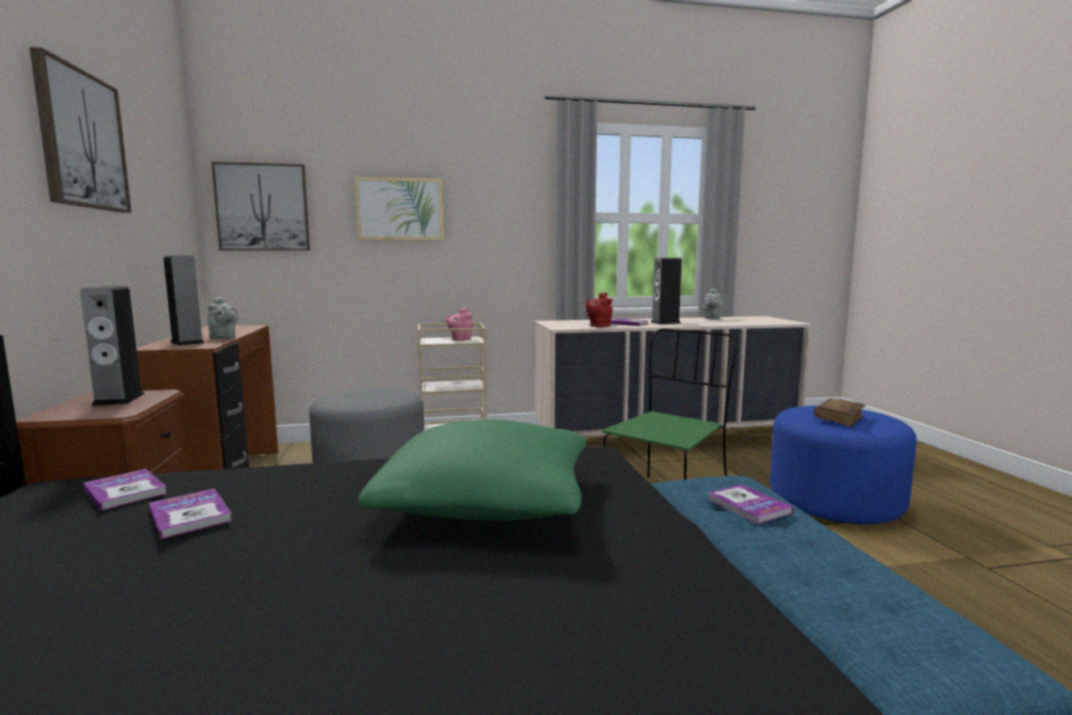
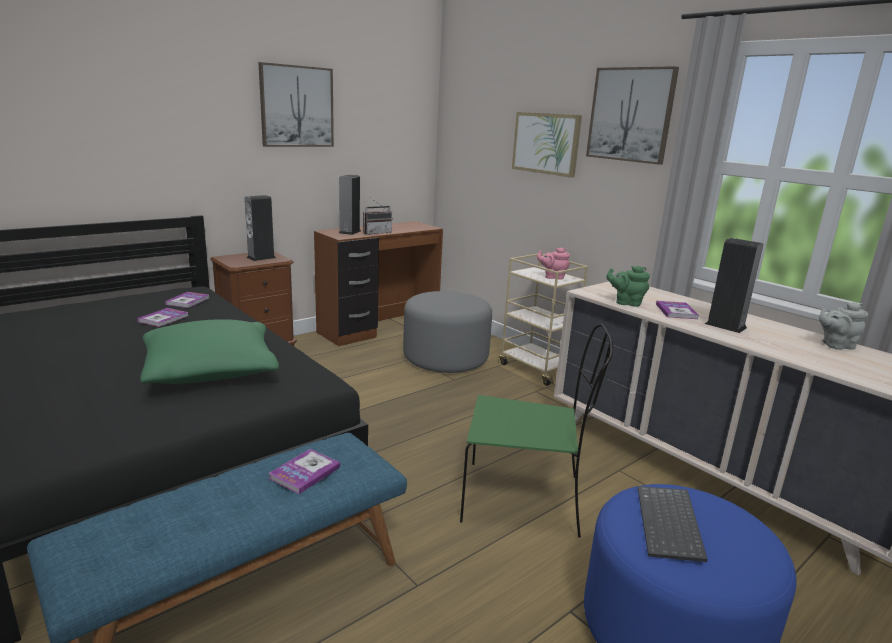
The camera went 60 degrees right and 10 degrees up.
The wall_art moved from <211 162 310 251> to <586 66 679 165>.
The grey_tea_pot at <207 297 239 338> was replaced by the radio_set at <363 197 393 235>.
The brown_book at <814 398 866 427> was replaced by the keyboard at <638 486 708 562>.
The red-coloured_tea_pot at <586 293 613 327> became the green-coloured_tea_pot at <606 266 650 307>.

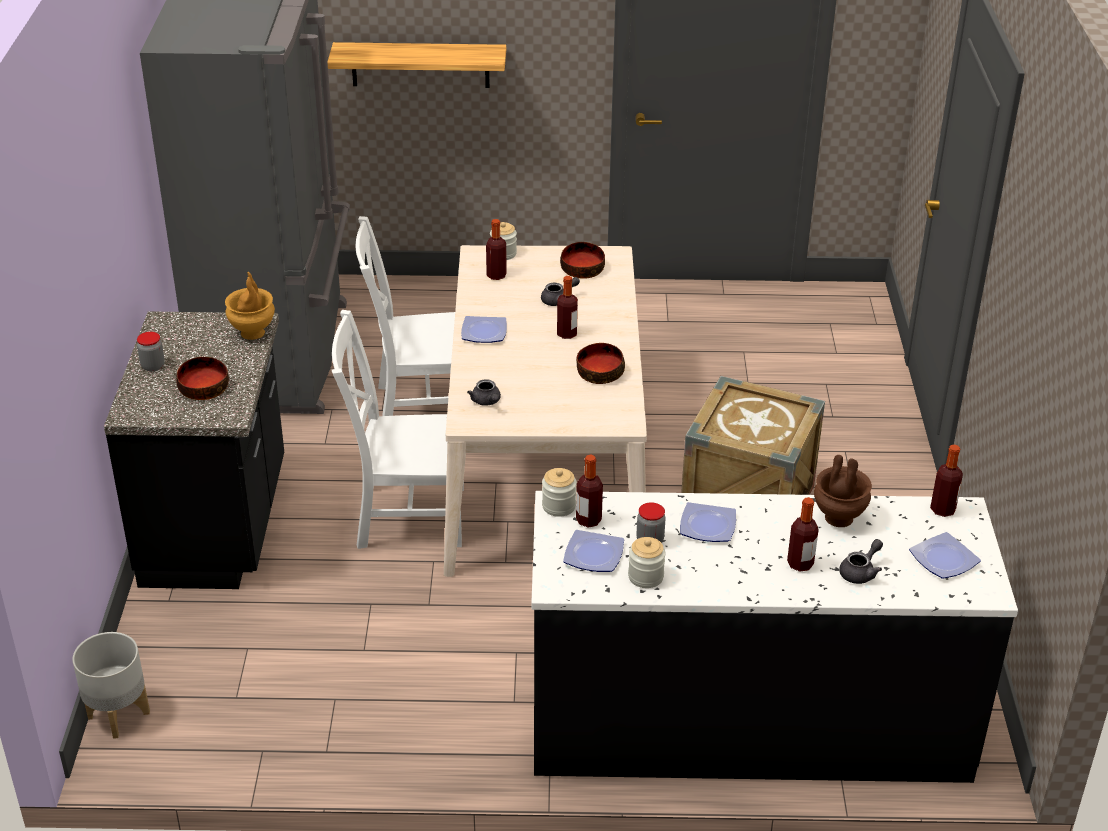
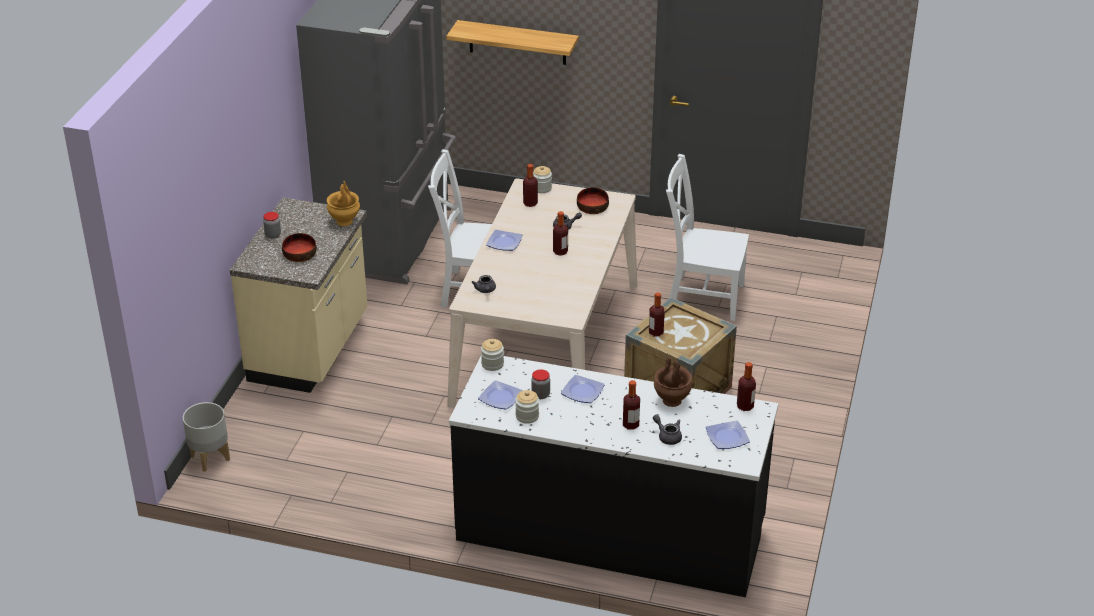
The camera went 15 degrees right and 0 degrees up.
The bowl at <577 343 625 384> disappeared.
The white_upright_chair moved from <332 310 464 549> to <666 154 749 321>.
The drink_bottle moved from <576 455 603 528> to <649 292 665 336>.
The black-coloured_kitchen_base_unit at <104 311 284 589> became the sand-coloured_kitchen_base_unit at <230 198 367 393>.
The grey_tea_pot at <839 539 883 584> turned 105 degrees counterclockwise.

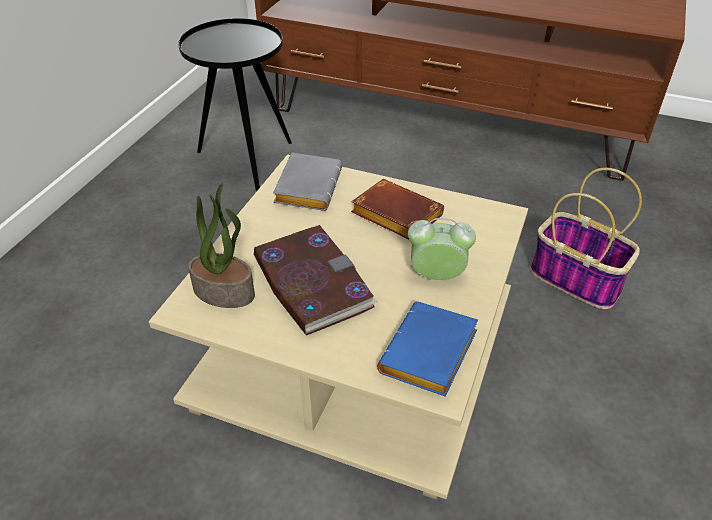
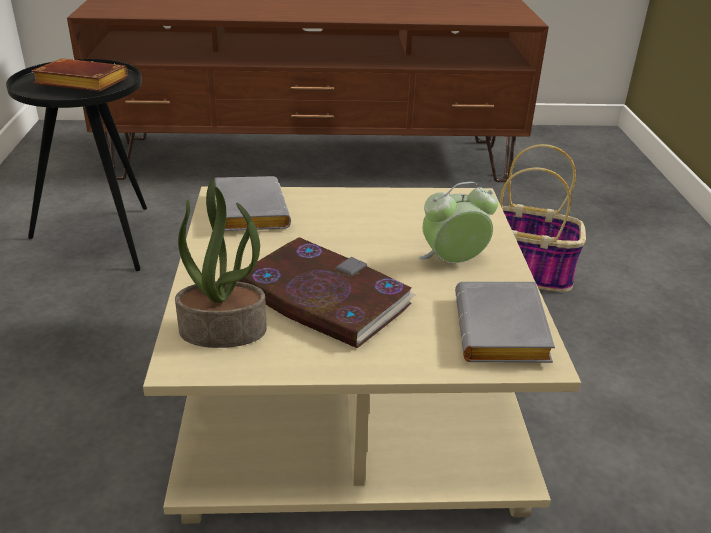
The camera went 25 degrees left and 10 degrees down.
The brown_book moved from <351 179 444 239> to <31 58 128 91>.
The blue_book at <377 301 478 397> became the grey_book at <455 282 555 363>.

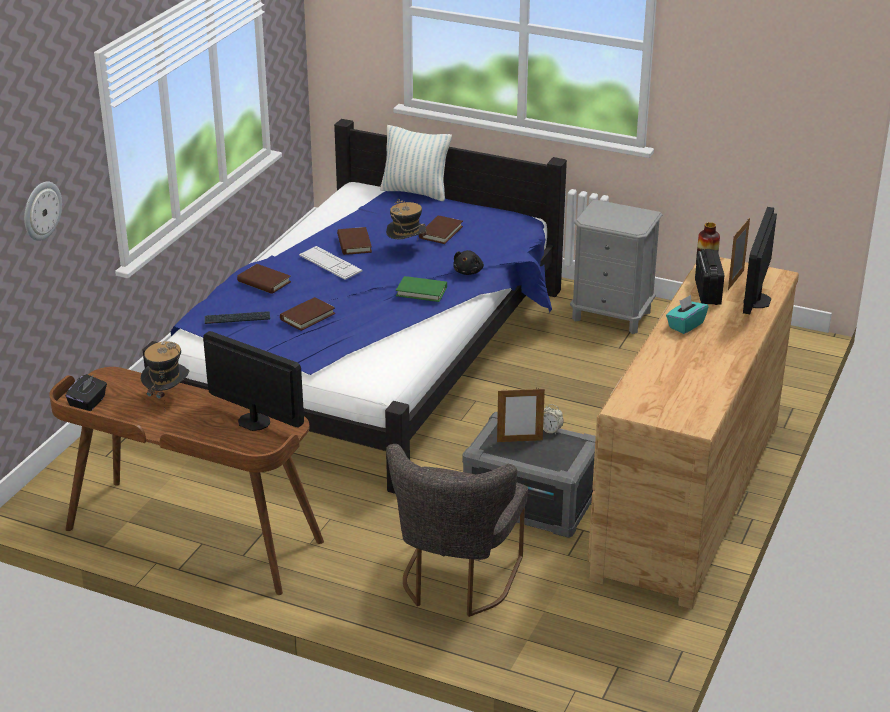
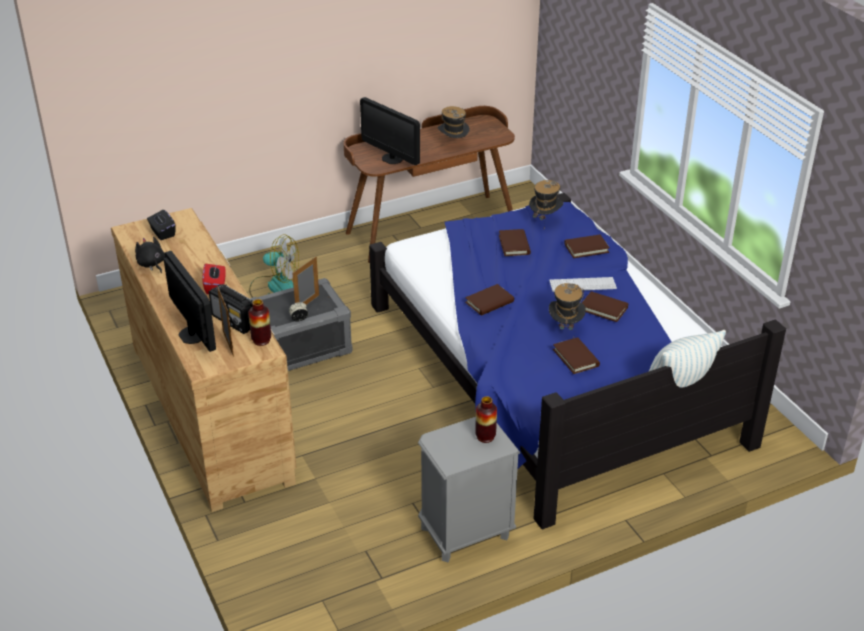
The camera went 130 degrees right and 5 degrees up.
The wall_clock at <24 182 62 241> disappeared.
The flower_vase at <475 396 497 443> appeared.
The black-coloured_box_of_tissues moved from <66 374 107 411> to <147 210 176 240>.
The black-coloured_plush_toy moved from <453 250 484 275> to <135 237 165 273>.
The keyboard at <205 311 270 324> was replaced by the clothing_hat at <529 180 563 220>.
The grey_upright_chair at <386 444 528 617> was replaced by the fan at <249 234 299 298>.
The green-coloured_book at <396 276 447 302> became the brown_book at <465 284 514 316>.
The turquoise_box_of_tissues at <666 295 708 334> became the red-coloured_box_of_tissues at <202 264 226 294>.
The monitor at <203 331 304 431> turned 60 degrees clockwise.

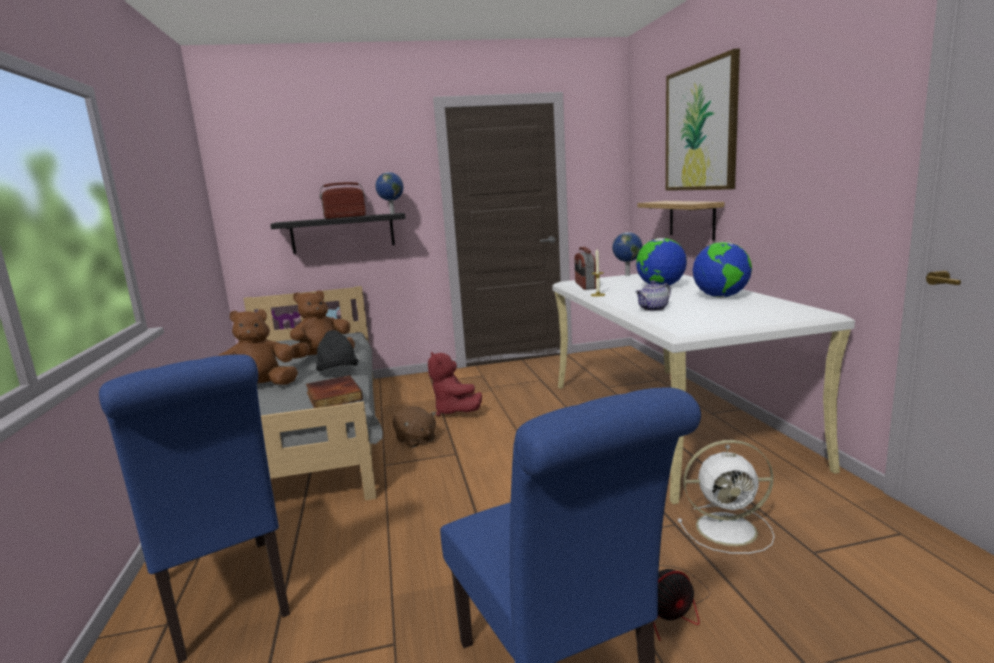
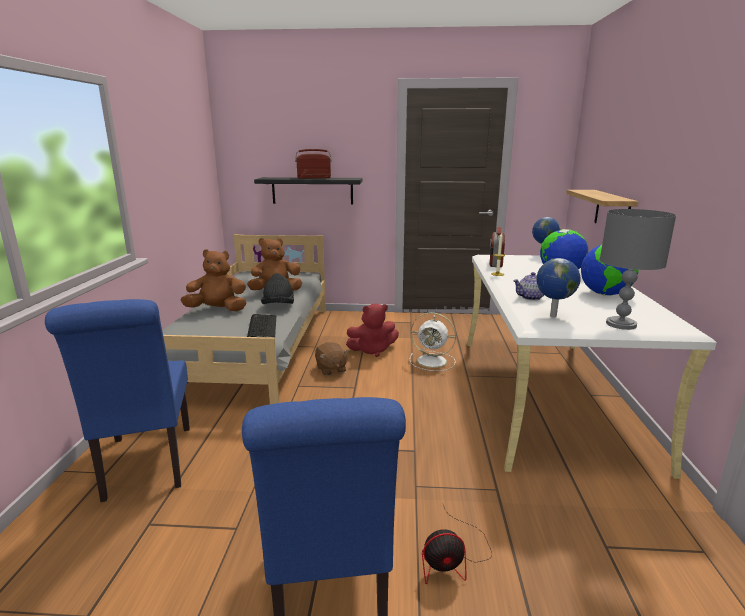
The camera went 15 degrees right and 5 degrees up.
The wall_art at <666 49 740 191> disappeared.
The grey_table_lamp at <600 209 676 330> appeared.
The world_globe moved from <375 172 404 214> to <537 258 581 318>.
The white_fan moved from <678 440 774 554> to <409 312 456 371>.
The book at <306 376 363 408> was replaced by the keyboard at <247 314 276 337>.
The red-coloured_plush_toy at <428 351 482 416> turned 90 degrees counterclockwise.

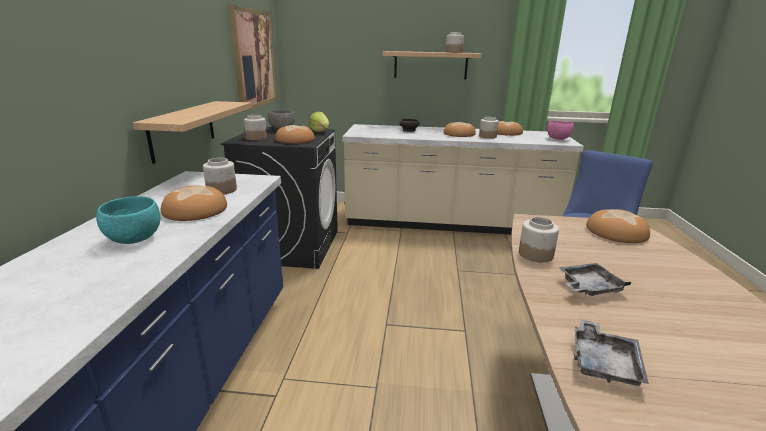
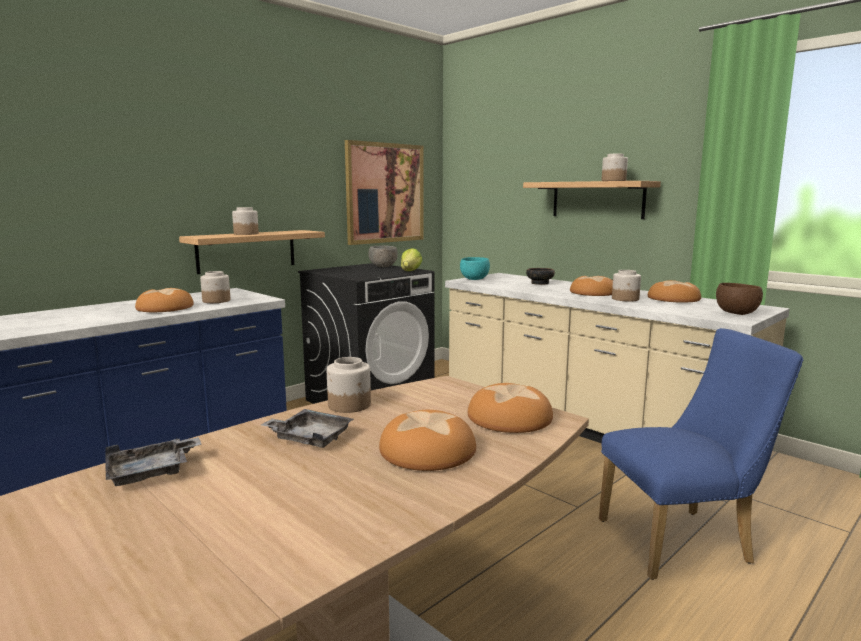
The camera went 40 degrees right and 10 degrees down.
The turquoise_bowl moved from <96 196 160 244> to <460 257 490 280>.
The jar moved from <244 115 267 140> to <232 207 259 235>.
The bakery_bread moved from <275 125 315 144> to <379 410 476 471>.
The pink_bowl at <547 121 574 140> became the brown_bowl at <716 283 763 315>.

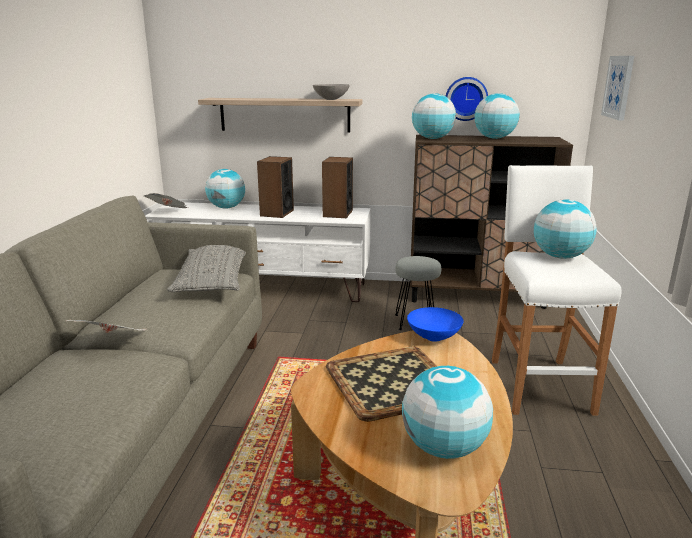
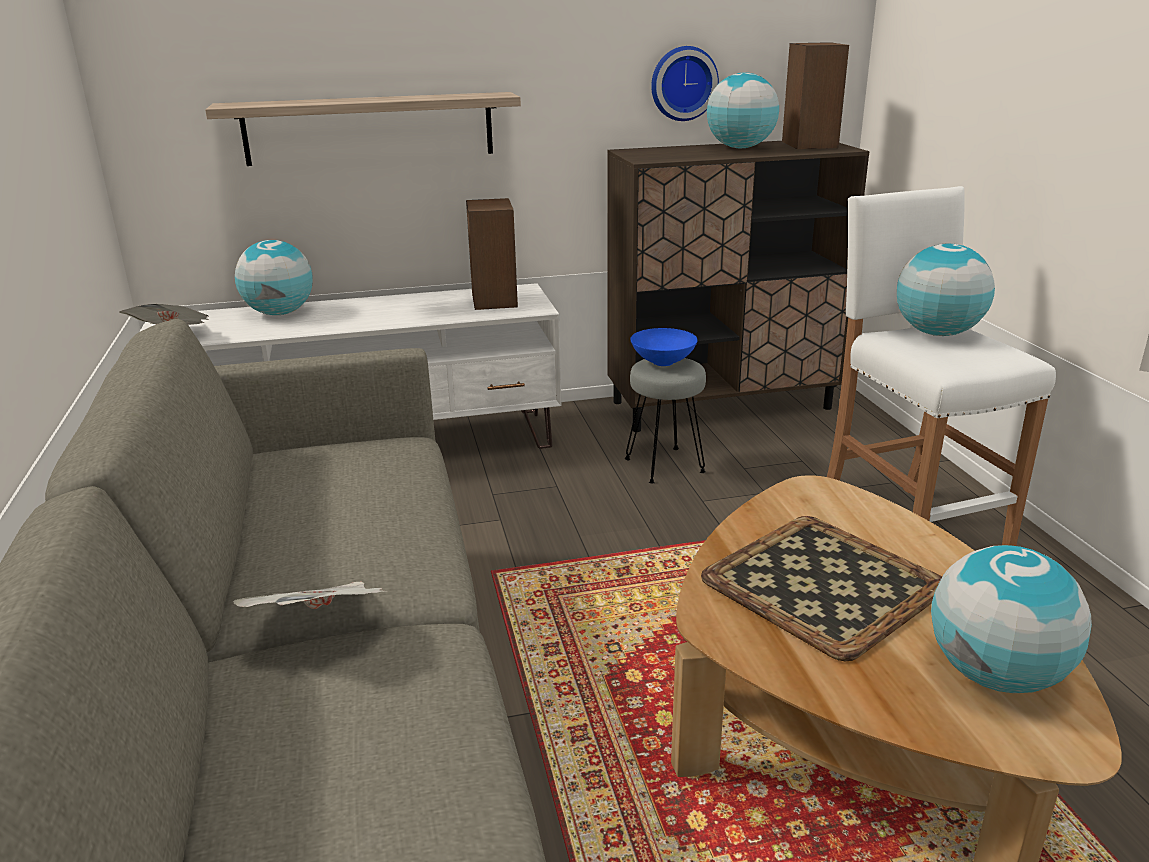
The camera went 20 degrees left and 5 degrees up.
The grey_cushion at <167 245 246 292> disappeared.
The grey_bowl at <313 84 350 100> disappeared.
The world_globe at <412 93 456 139> disappeared.
The wall_art at <601 56 634 120> disappeared.
The speaker moved from <257 156 294 218> to <782 42 849 149>.
The blue_bowl moved from <407 307 464 342> to <630 328 698 366>.

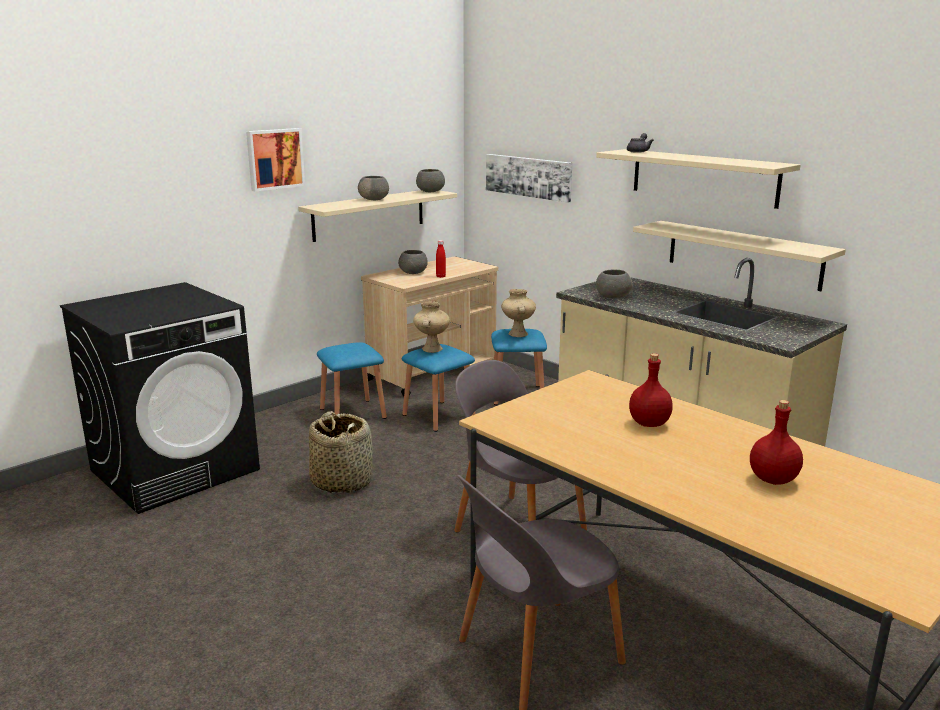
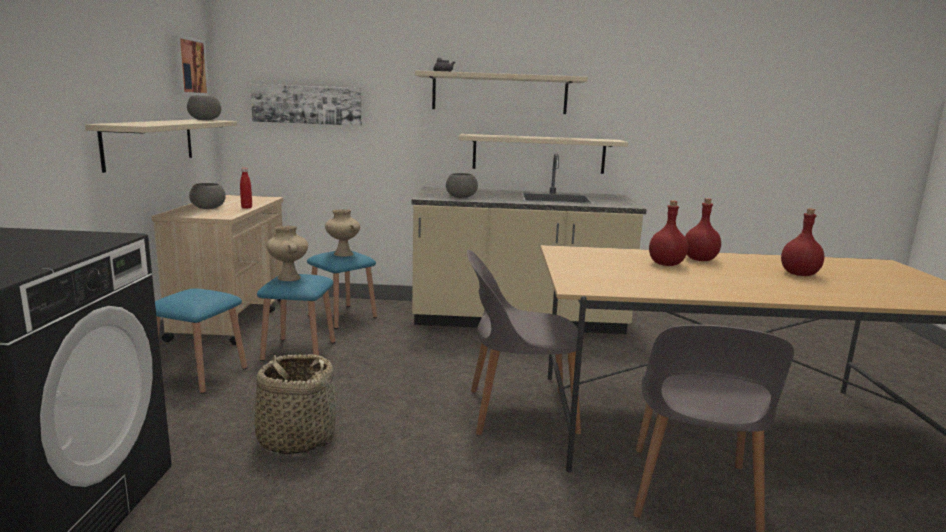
The camera went 45 degrees left and 5 degrees down.
The grey_bowl at <358 176 389 200> disappeared.
The red-coloured_drink_bottle at <685 198 721 261> appeared.
The wall_art moved from <246 128 305 192> to <172 35 209 96>.

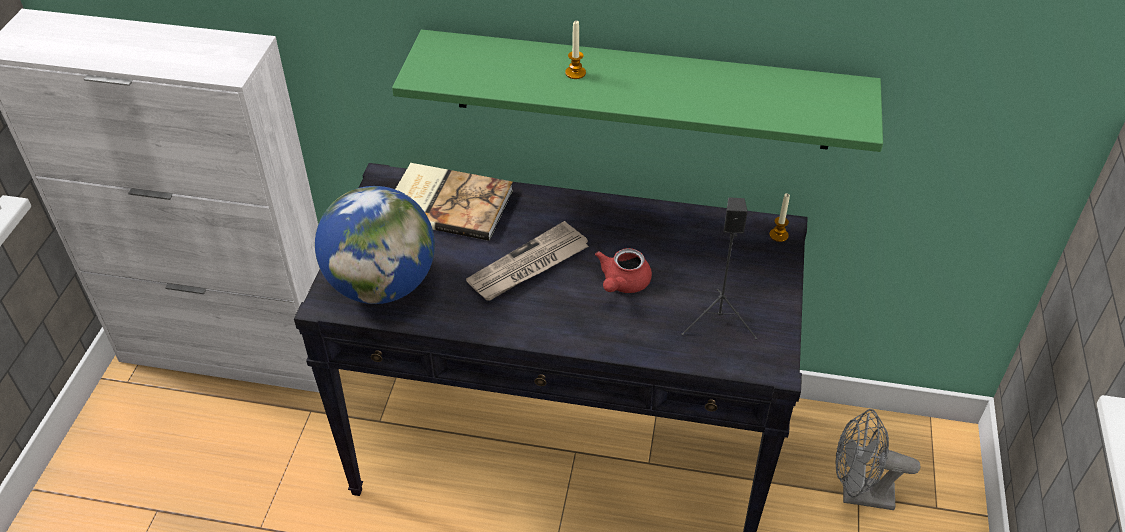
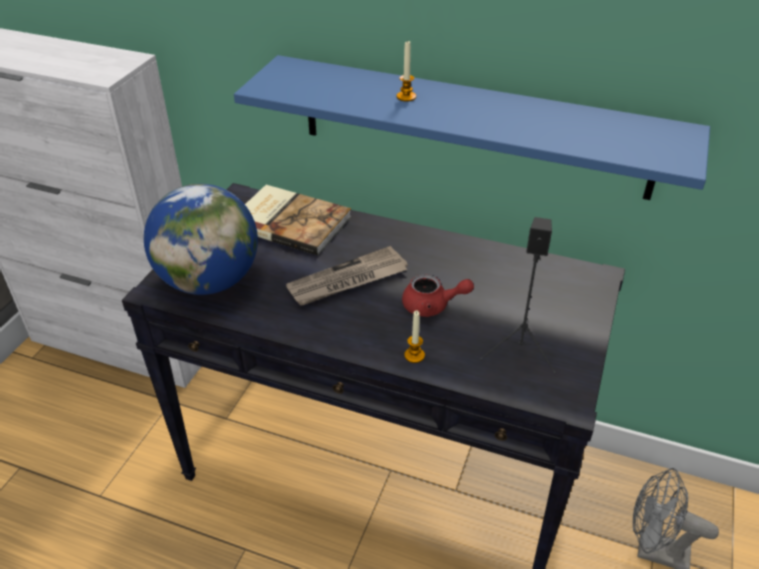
The camera went 10 degrees right and 5 degrees down.
The candle moved from <769 193 790 242> to <404 311 425 363>.
The green-coloured_bracket_shelf at <392 30 883 152> became the blue_bracket_shelf at <234 55 710 200>.
The red-coloured_tea_pot at <595 248 652 293> turned 120 degrees counterclockwise.

